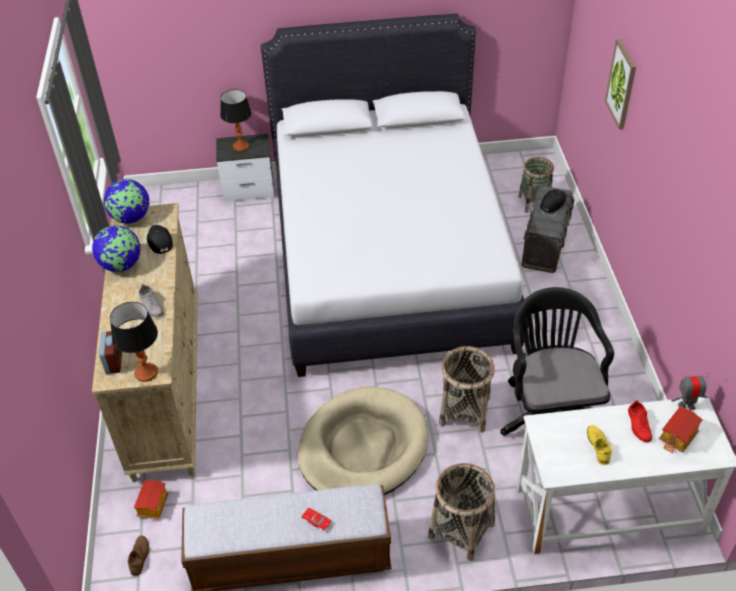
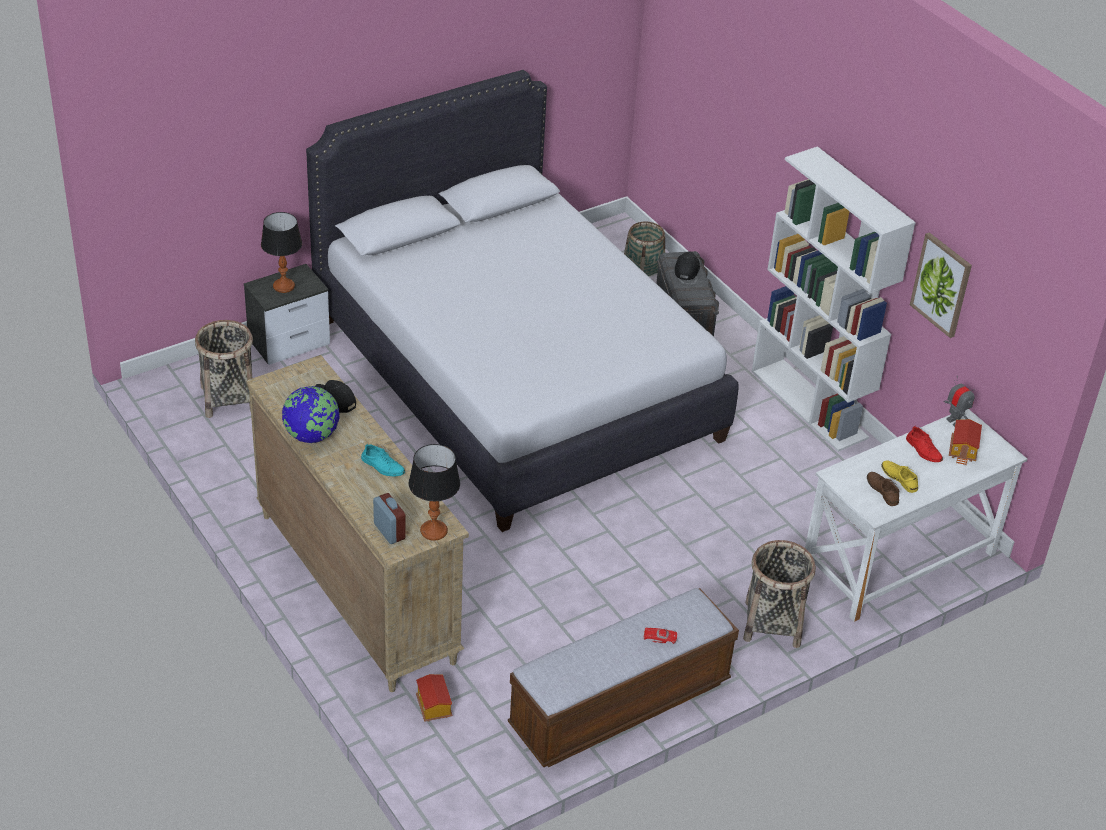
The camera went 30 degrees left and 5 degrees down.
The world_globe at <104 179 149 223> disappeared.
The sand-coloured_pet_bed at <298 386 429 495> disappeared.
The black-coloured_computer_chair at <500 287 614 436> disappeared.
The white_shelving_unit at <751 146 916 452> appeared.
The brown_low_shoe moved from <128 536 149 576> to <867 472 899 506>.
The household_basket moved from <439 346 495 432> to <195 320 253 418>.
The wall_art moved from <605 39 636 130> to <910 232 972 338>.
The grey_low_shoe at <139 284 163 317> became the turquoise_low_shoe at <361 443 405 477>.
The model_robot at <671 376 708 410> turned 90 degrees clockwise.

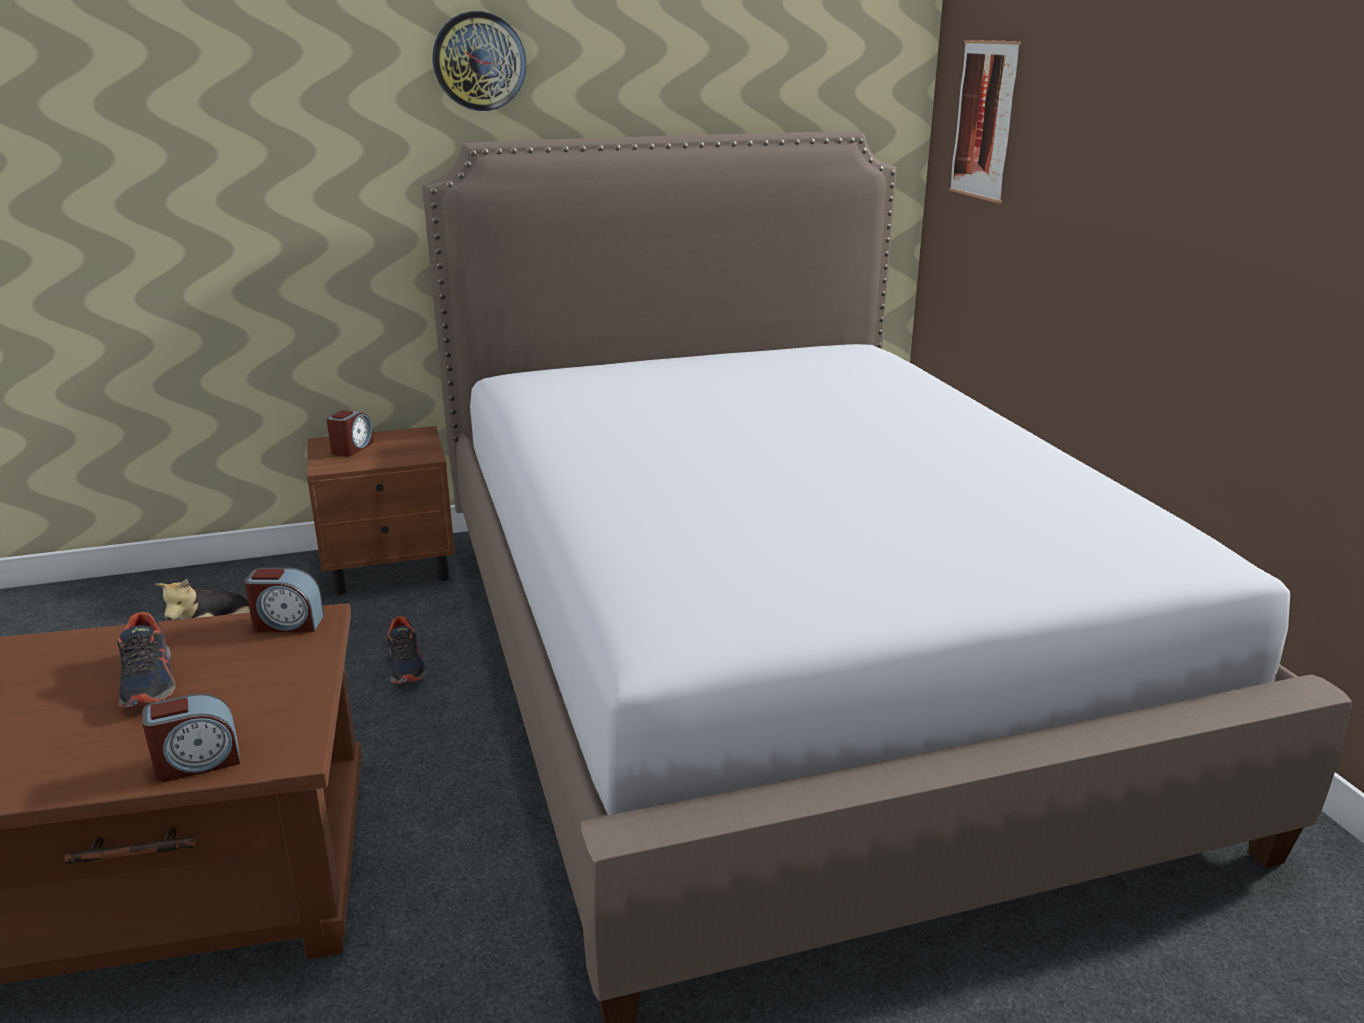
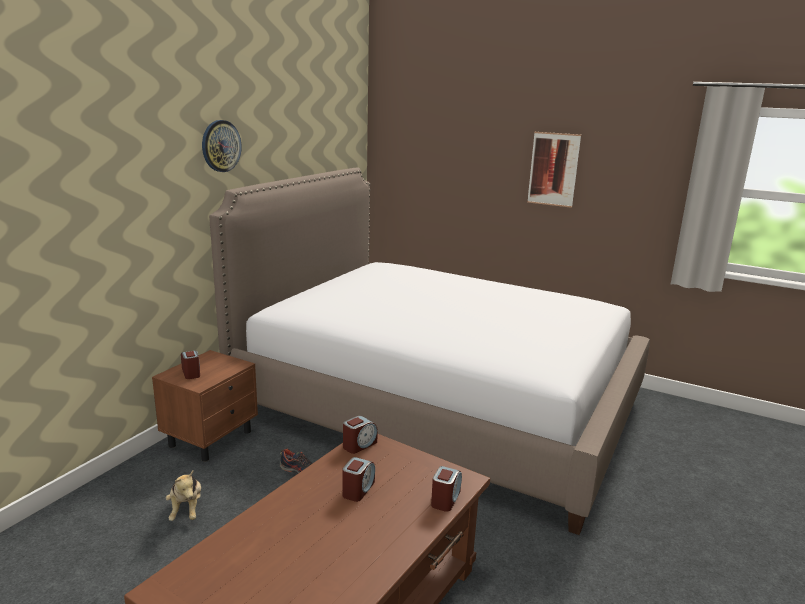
The camera went 45 degrees left and 5 degrees down.
The wall_art moved from <949 40 1021 204> to <527 132 581 208>.
The low_shoe at <117 612 175 709> was replaced by the bedside_clock at <342 457 375 502>.

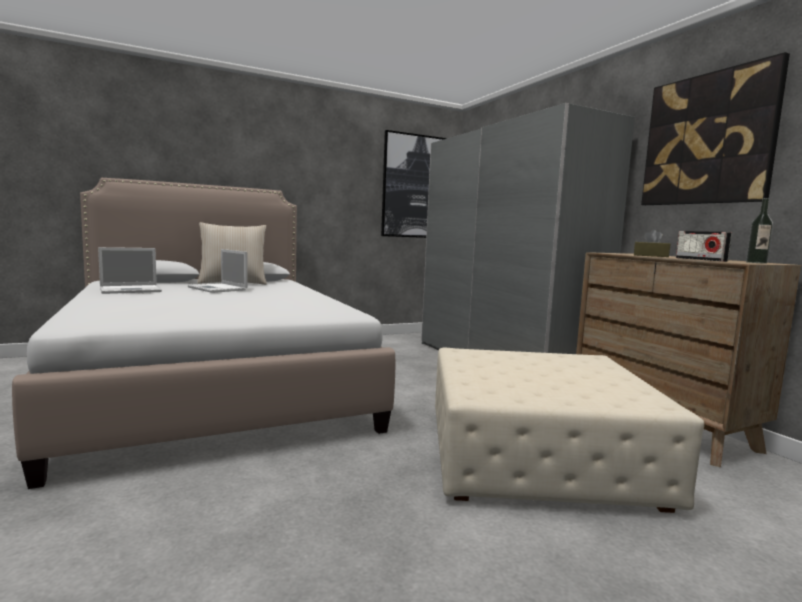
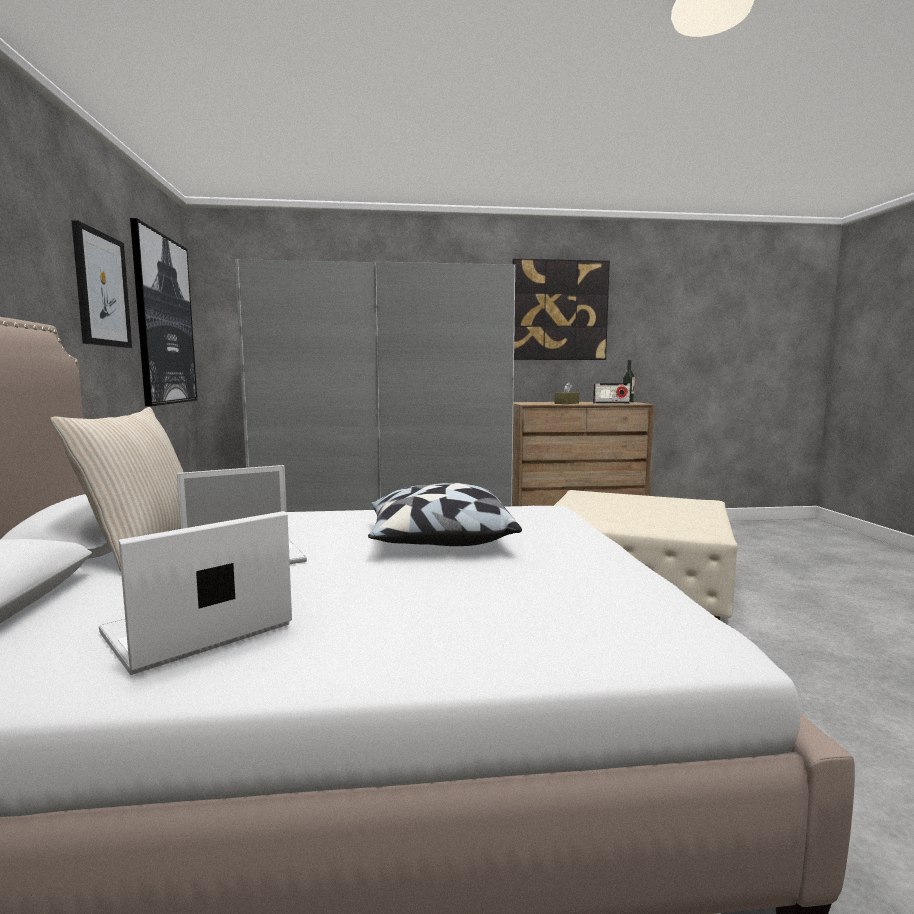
The camera went 70 degrees left and 0 degrees up.
The wall_art at <71 220 132 348> appeared.
The cushion at <368 483 522 546> appeared.
The laptop at <98 247 162 294> turned 120 degrees counterclockwise.

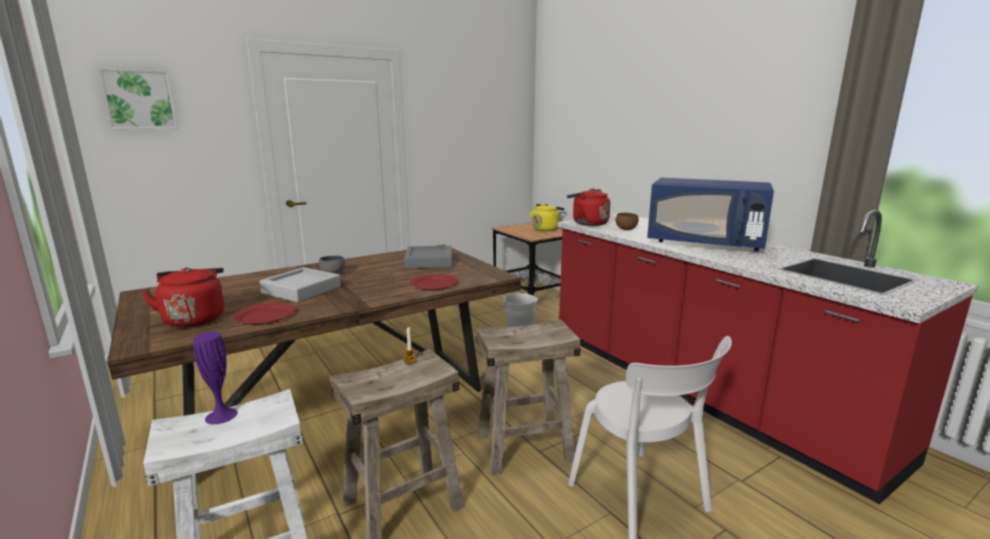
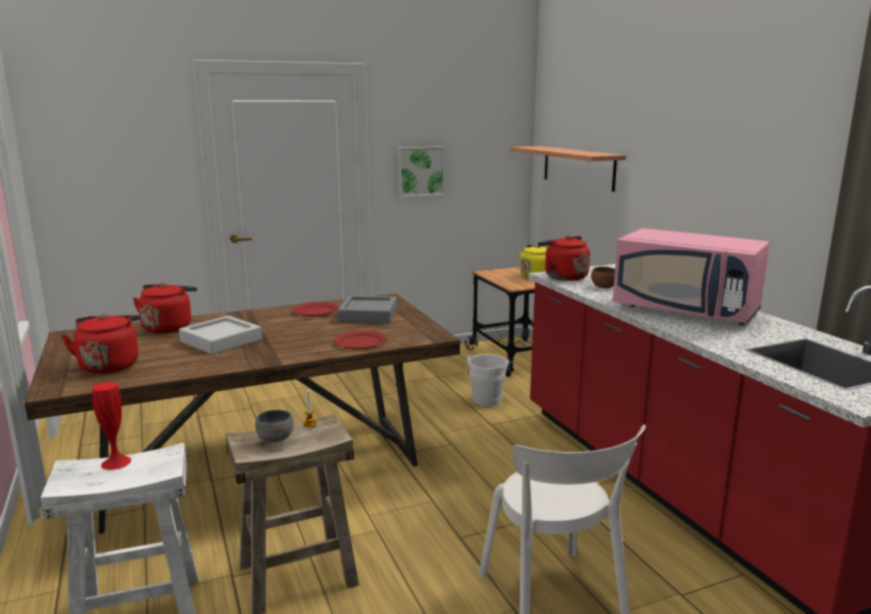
The camera went 10 degrees right and 0 degrees up.
The sand-coloured_stool_seat at <476 319 580 475> disappeared.
The red-coloured_water_kettle at <133 283 197 333> appeared.
The bracket_shelf at <510 146 626 192> appeared.
The wall_art moved from <98 68 178 129> to <398 146 445 197>.
The red-coloured_plate moved from <233 302 295 325> to <292 302 339 317>.
The grey_bowl moved from <319 255 345 274> to <255 410 293 443>.
The purplish_flower_vase at <194 332 238 424> became the red-coloured_flower_vase at <92 382 131 470>.
The blue_microwave_oven at <647 178 774 251> became the pink_microwave_oven at <613 228 770 325>.

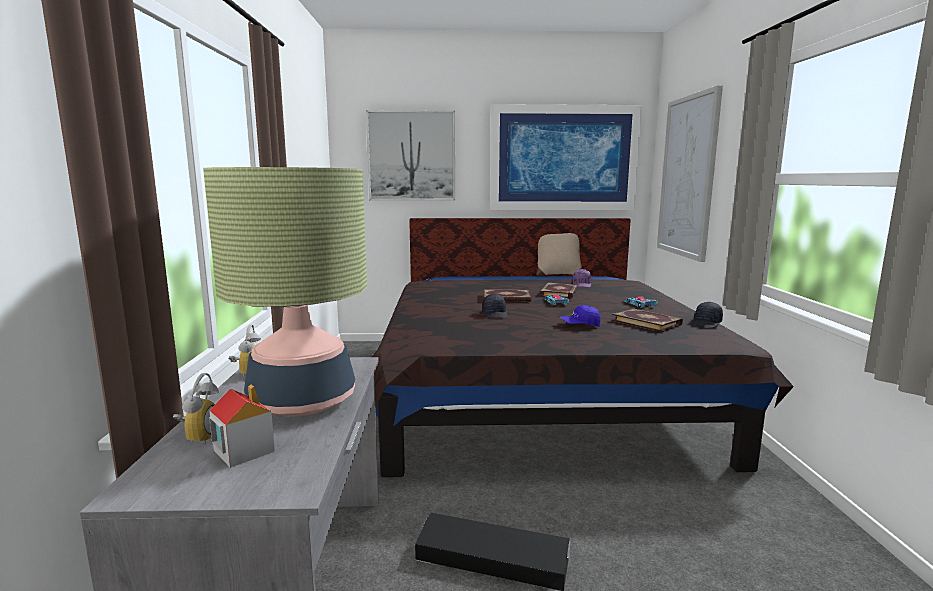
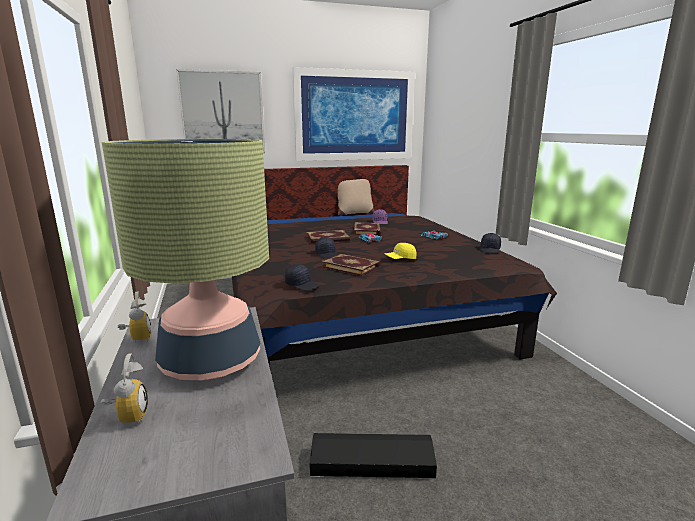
The camera went 15 degrees left and 5 degrees up.
The toy_house at <209 385 275 468> disappeared.
The wall_art at <657 85 723 262> disappeared.
The black-coloured_peaked_cap at <285 264 319 291> appeared.
The book moved from <612 308 683 332> to <321 254 381 276>.
The blue_peaked_cap at <560 305 601 327> became the yellow_peaked_cap at <384 243 417 259>.

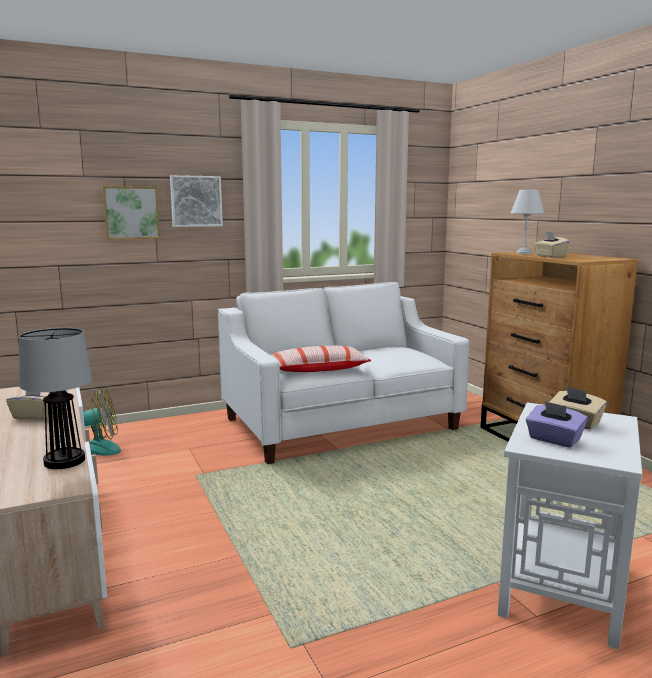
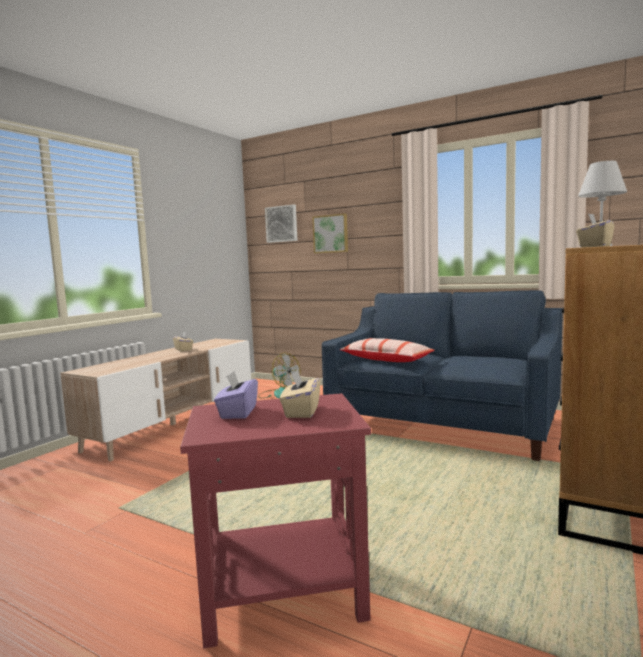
The camera went 55 degrees right and 5 degrees down.
The table_lamp at <19 328 92 469> disappeared.
The wall_art moved from <170 175 223 227> to <265 204 298 243>.
The white_settee at <218 282 469 464> became the blue_settee at <322 290 563 461>.
The white_end_table at <498 402 642 650> became the red-coloured_end_table at <180 393 371 648>.

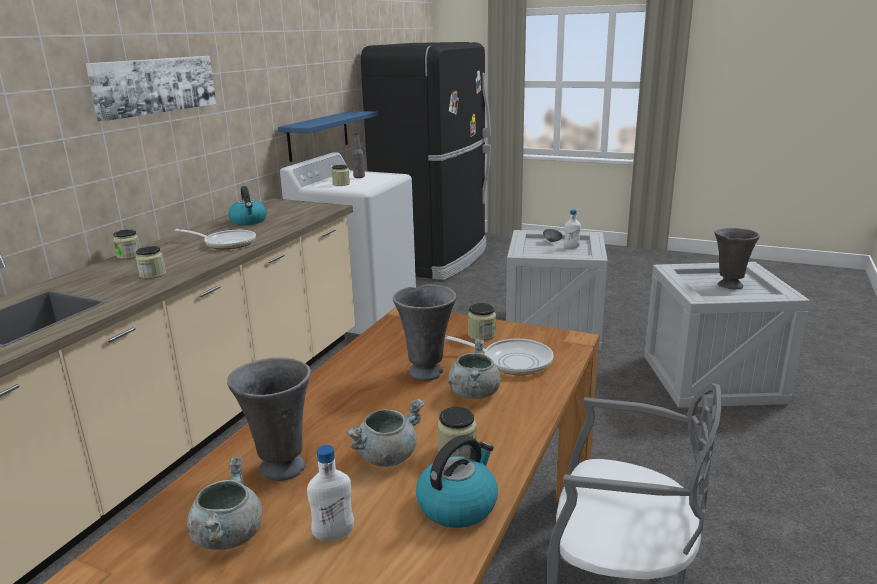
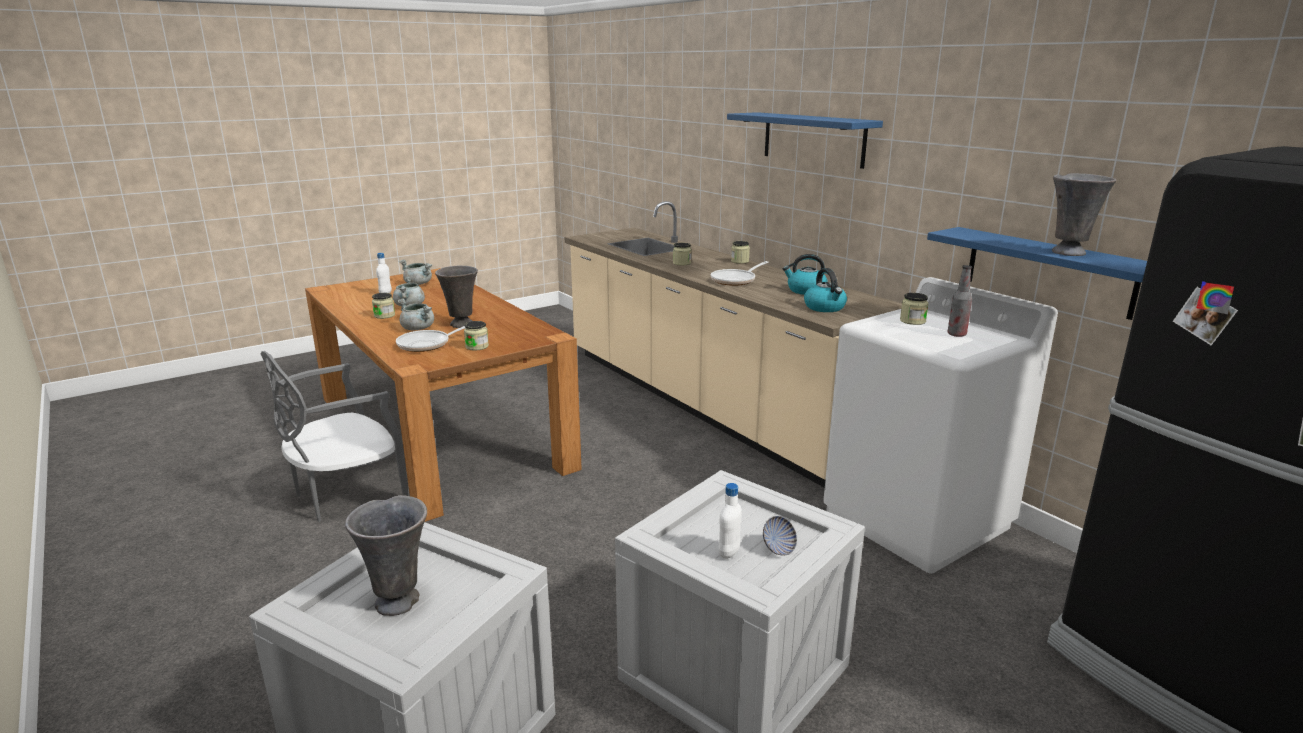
The camera went 120 degrees right and 0 degrees up.
The grey_flower_vase moved from <227 357 311 481> to <1052 173 1117 256>.
The water_kettle moved from <416 435 498 528> to <804 268 847 312>.
The wall_art at <86 56 216 122> was replaced by the blue_bracket_shelf at <727 112 883 169>.

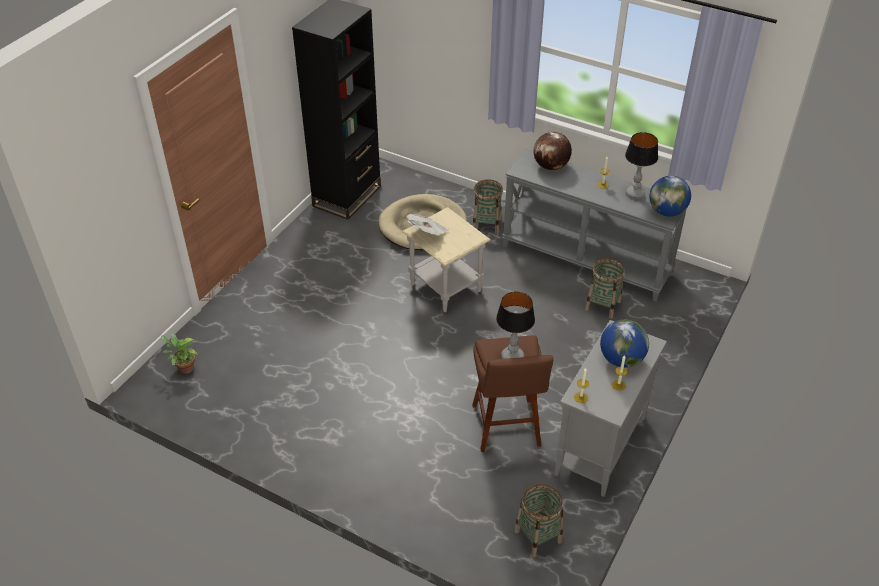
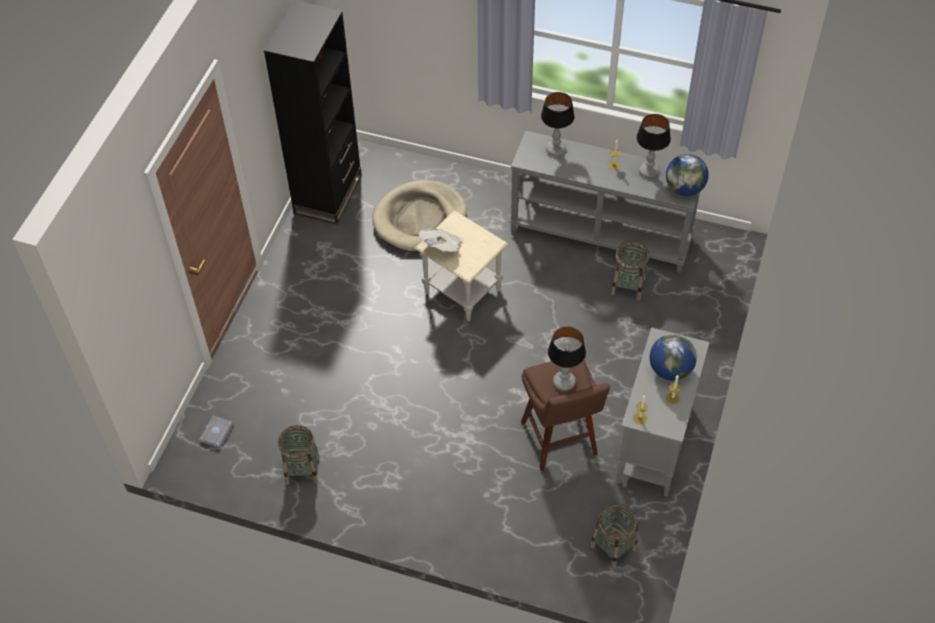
The camera went 10 degrees left and 10 degrees up.
The household_basket moved from <472 179 503 235> to <278 425 320 485>.
The houseplant at <161 333 197 374> was replaced by the grey_book at <199 415 234 449>.
The world_globe at <533 132 572 170> was replaced by the table_lamp at <541 92 575 156>.

